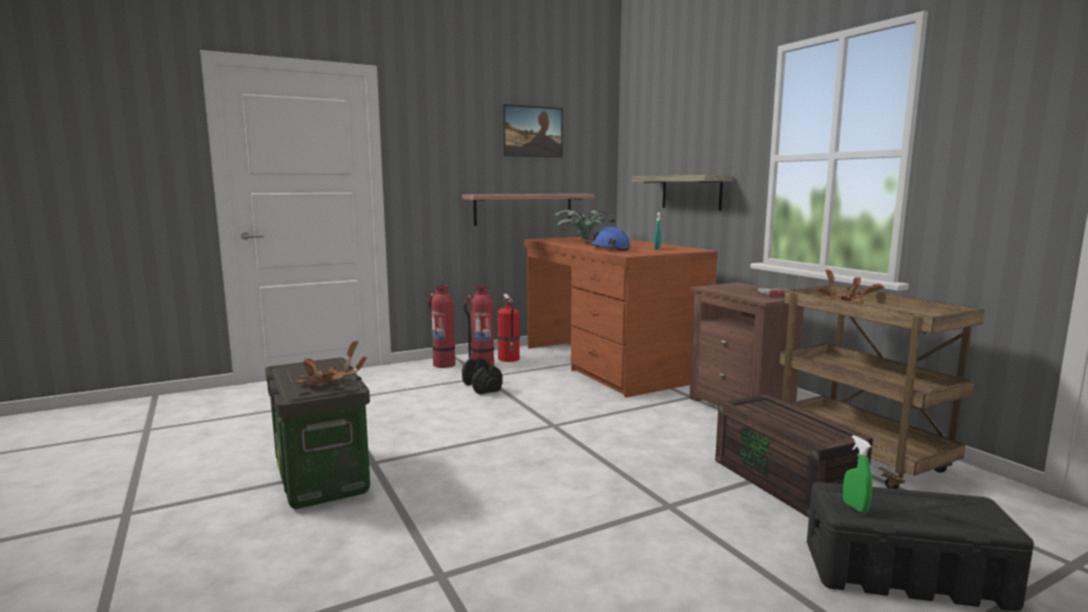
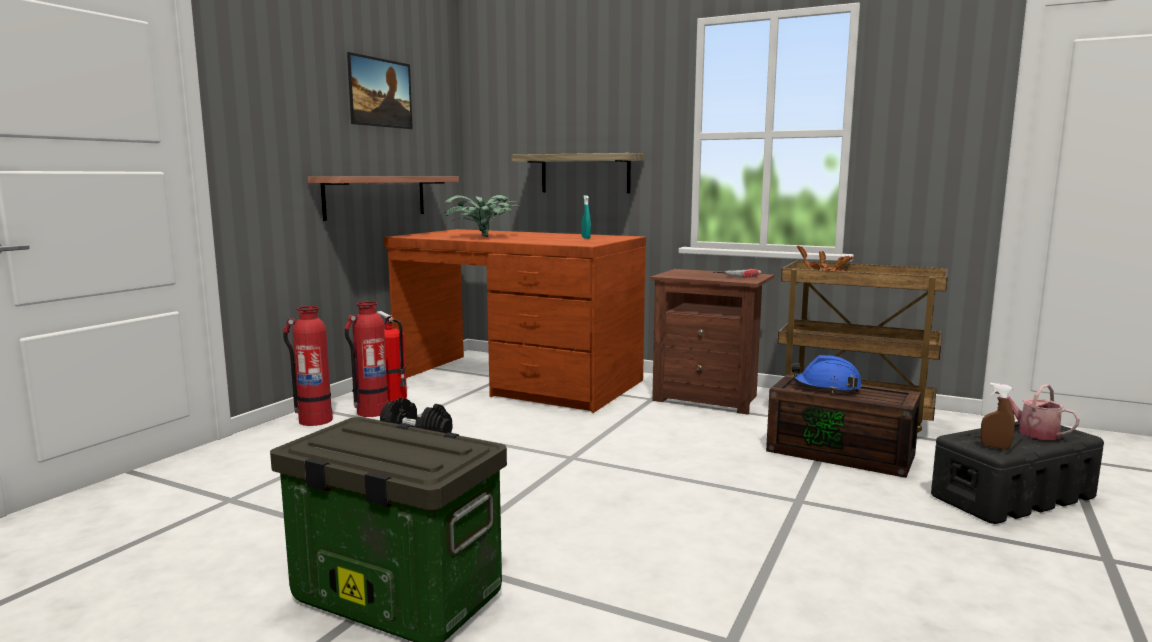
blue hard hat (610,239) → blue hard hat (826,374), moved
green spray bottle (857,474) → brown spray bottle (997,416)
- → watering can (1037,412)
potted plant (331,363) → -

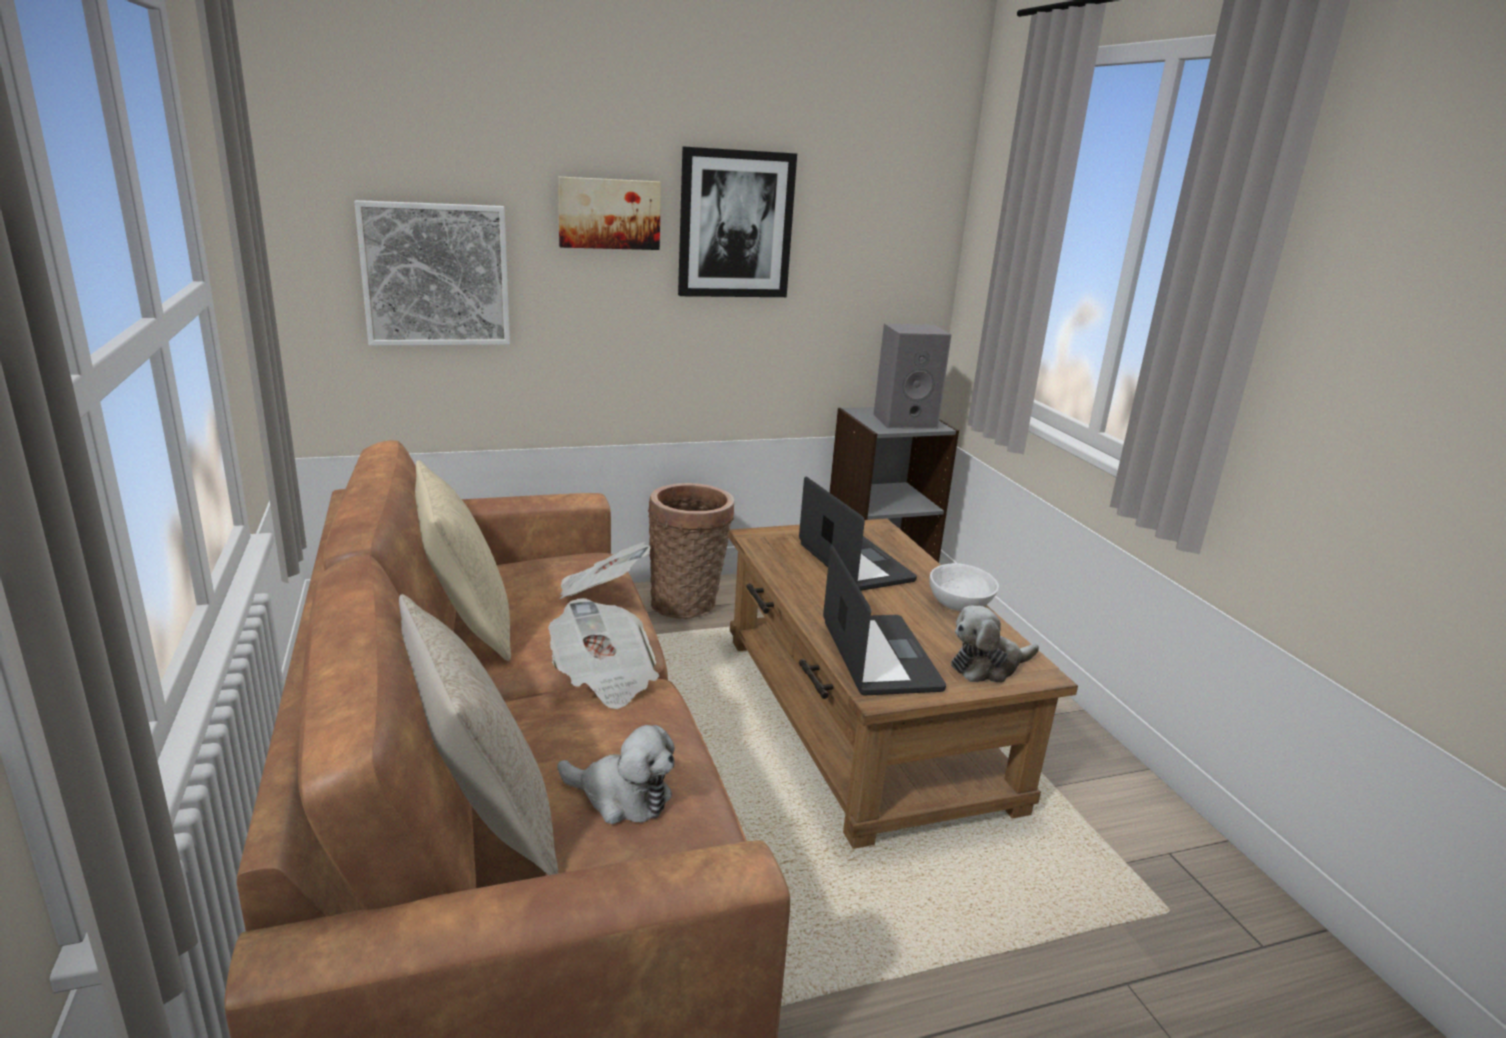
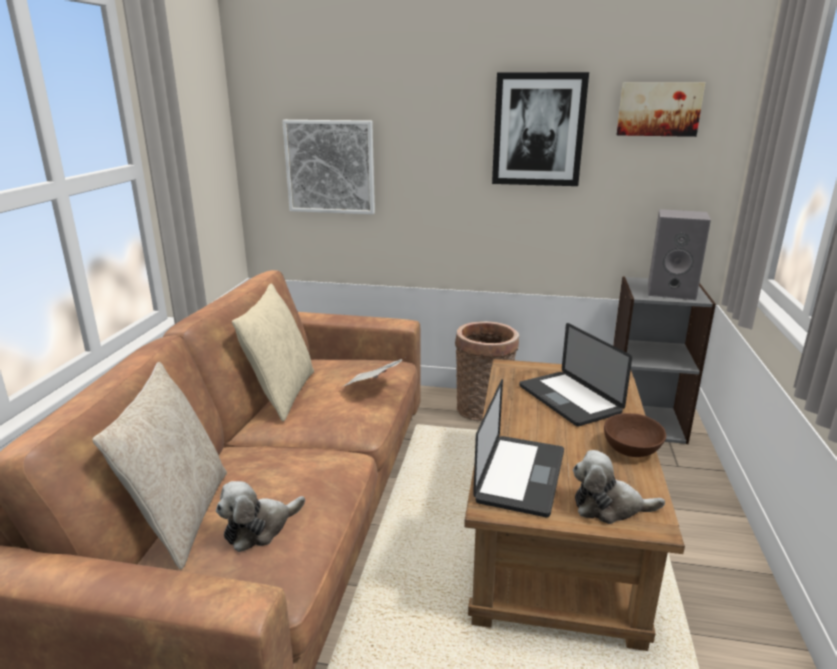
plush toy (616,774) → plush toy (260,516), 90 degrees clockwise
laptop (858,534) → laptop (575,374), 150 degrees clockwise
white bowl (964,587) → brown bowl (635,435)
picture (609,213) → picture (660,109), moved
newspaper (603,653) → -

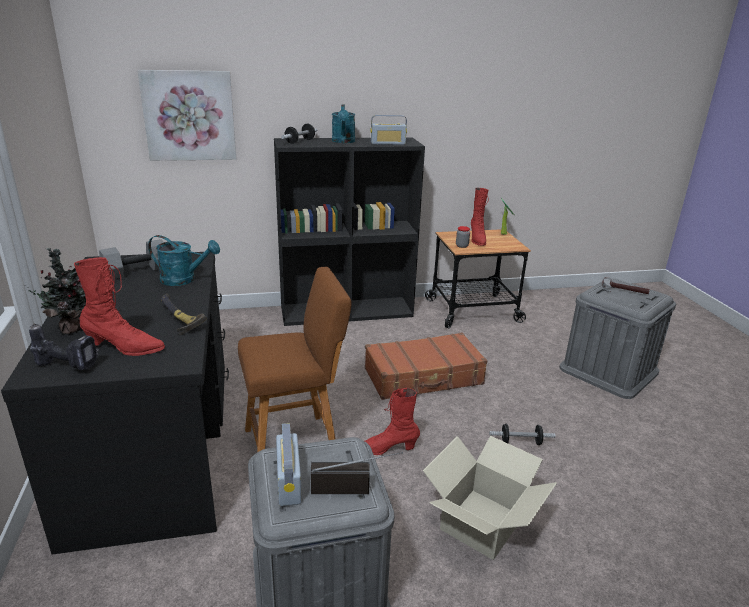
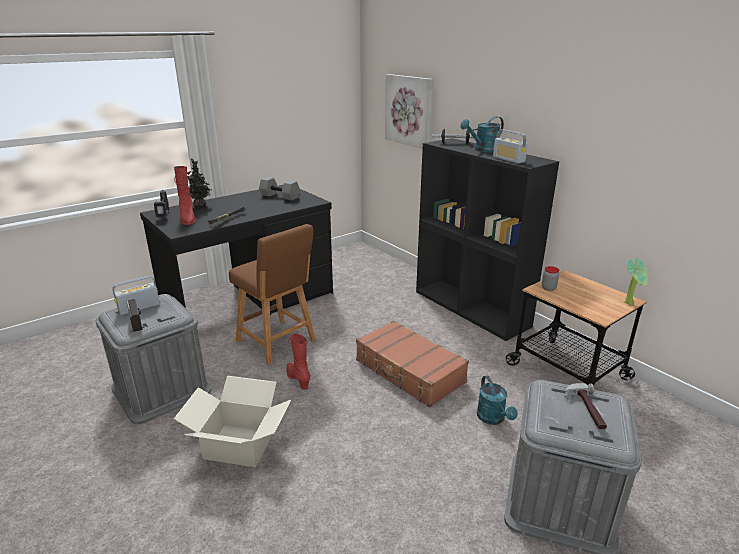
turquoise watering can (184,260) → turquoise watering can (497,400), moved
red boot (480,217) → -
dumbbell (522,434) → -

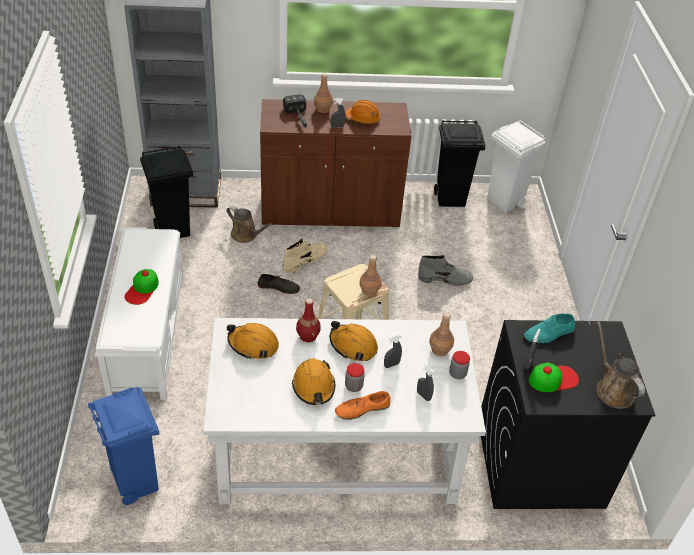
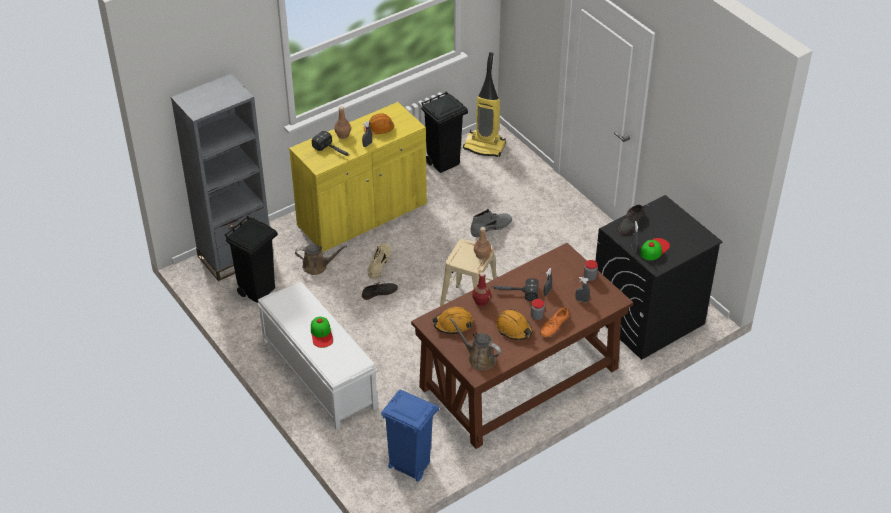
brown cabinet (335,163) → yellow cabinet (358,177)
white desk (344,411) → brown desk (522,346)
brown watering can (621,365) → brown watering can (475,343), moved
white trash can (516,166) → vacuum cleaner (484,104)
orange hard hat (354,341) → hammer (515,289)
turquoise shoe (549,328) → grey shoe (631,219)
brown bottle (441,334) → -

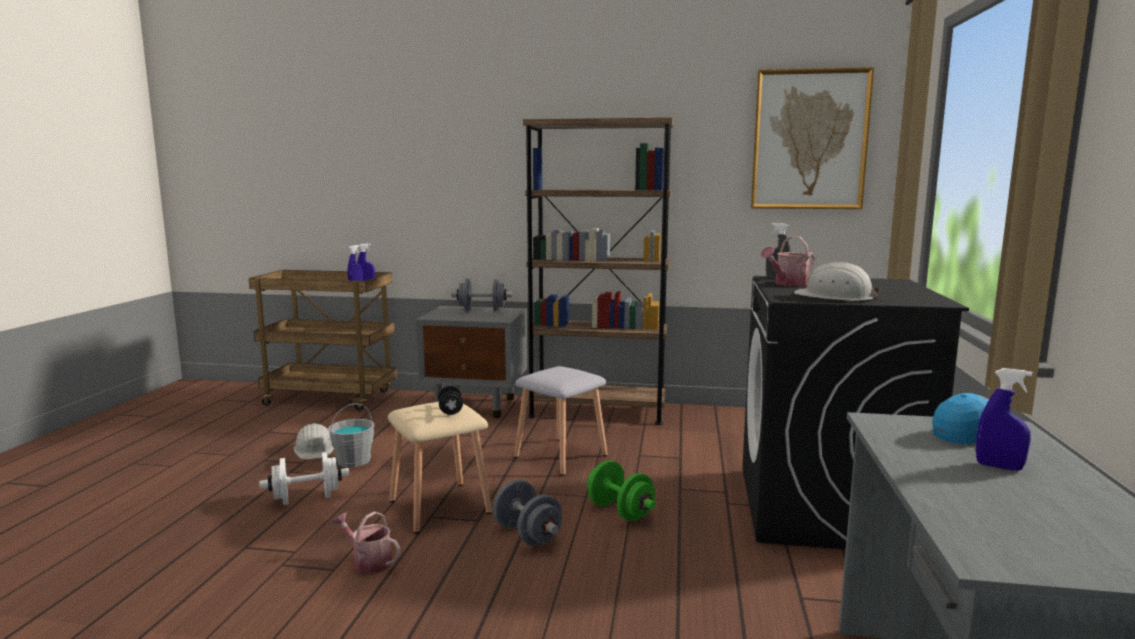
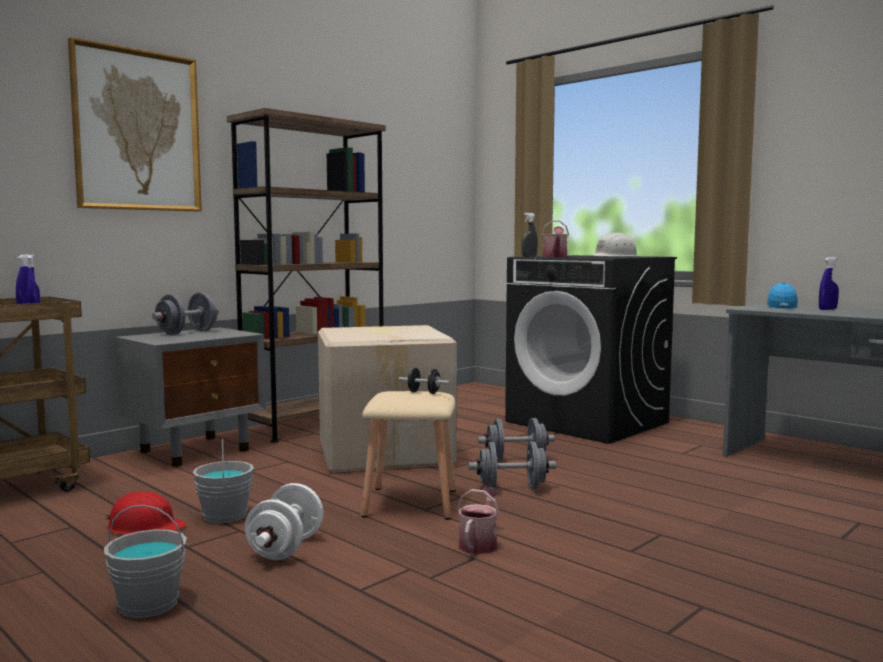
picture (812,138) → picture (135,124), moved
- → grey bucket (145,561)
white hard hat (314,441) → red hard hat (146,513)
grey stool (560,421) → cardboard box (387,399)
watering can (366,542) → watering can (478,520), 135 degrees clockwise
green dumbbell (621,490) → grey dumbbell (516,439)

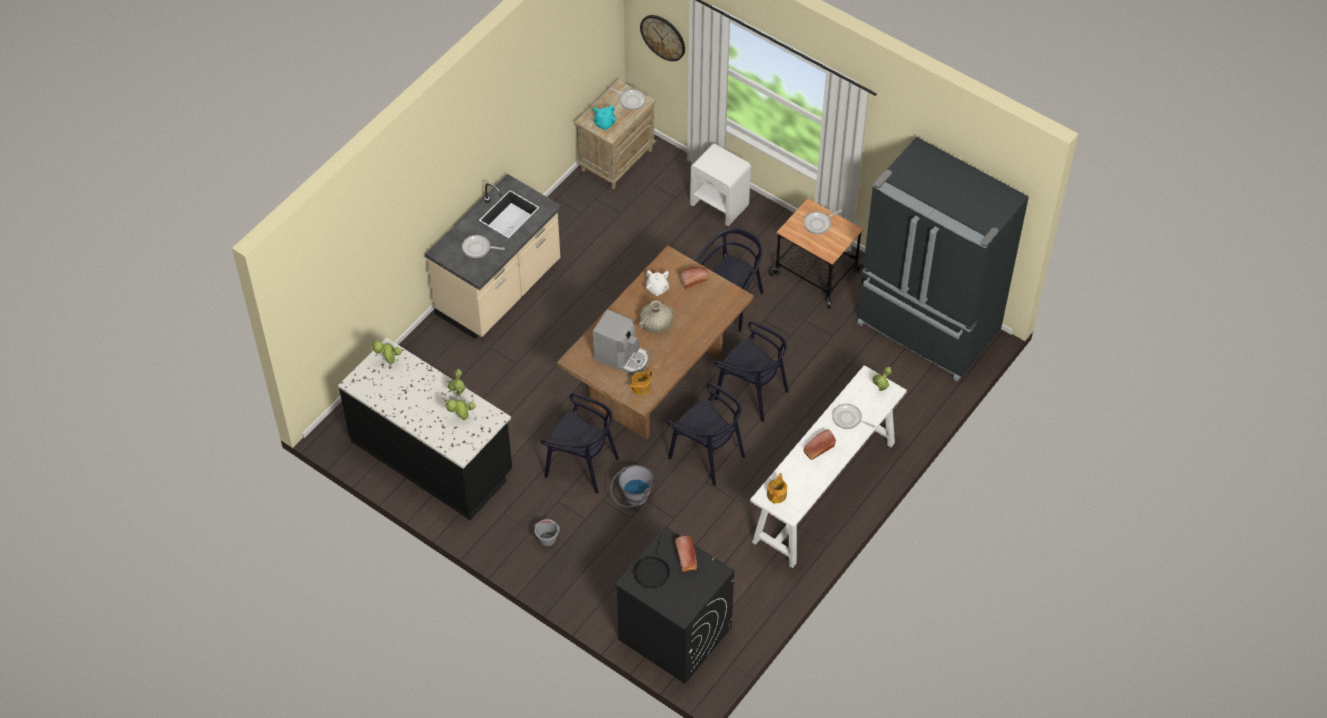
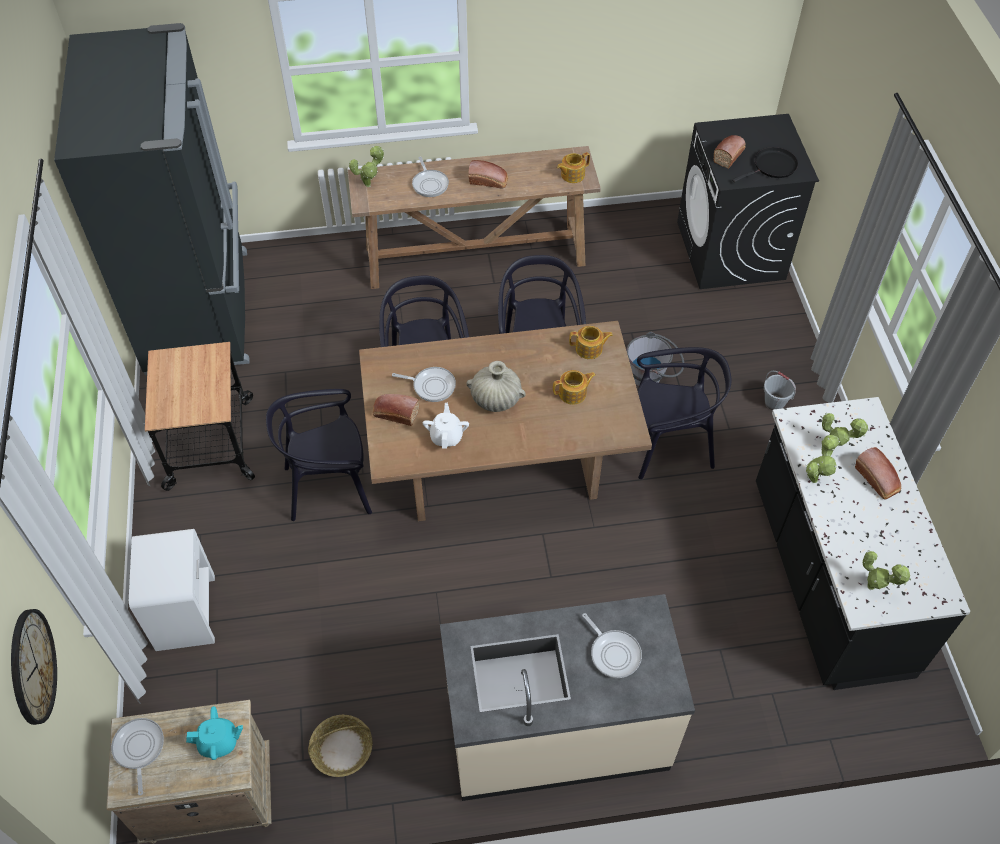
- → basket (340,746)
white console table (828,466) → brown console table (474,217)
frying pan (823,222) → frying pan (424,384), moved
coffee machine (620,342) → teapot (574,387)
black chair (580,443) → black chair (684,413), 105 degrees clockwise
- → bread (878,473)

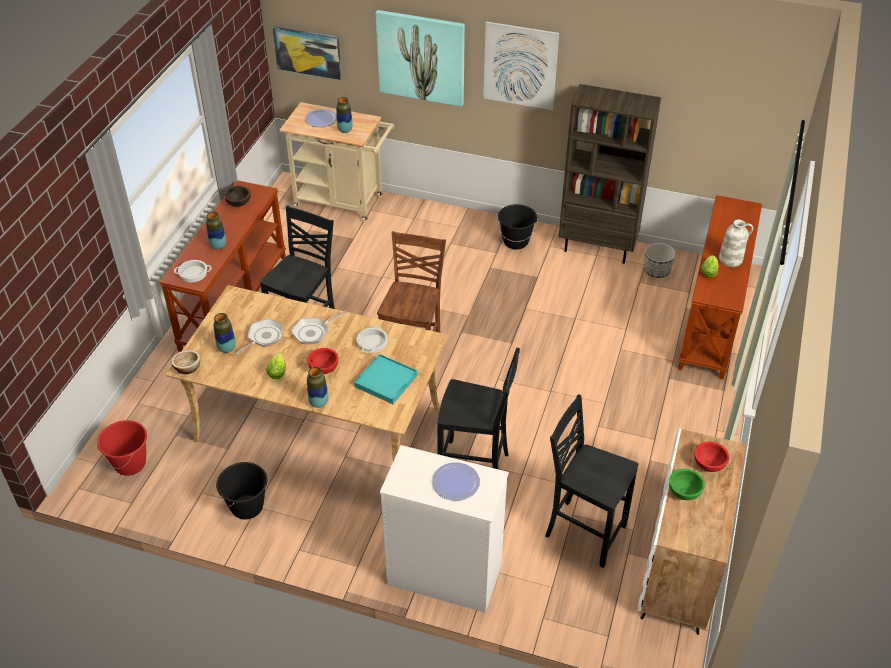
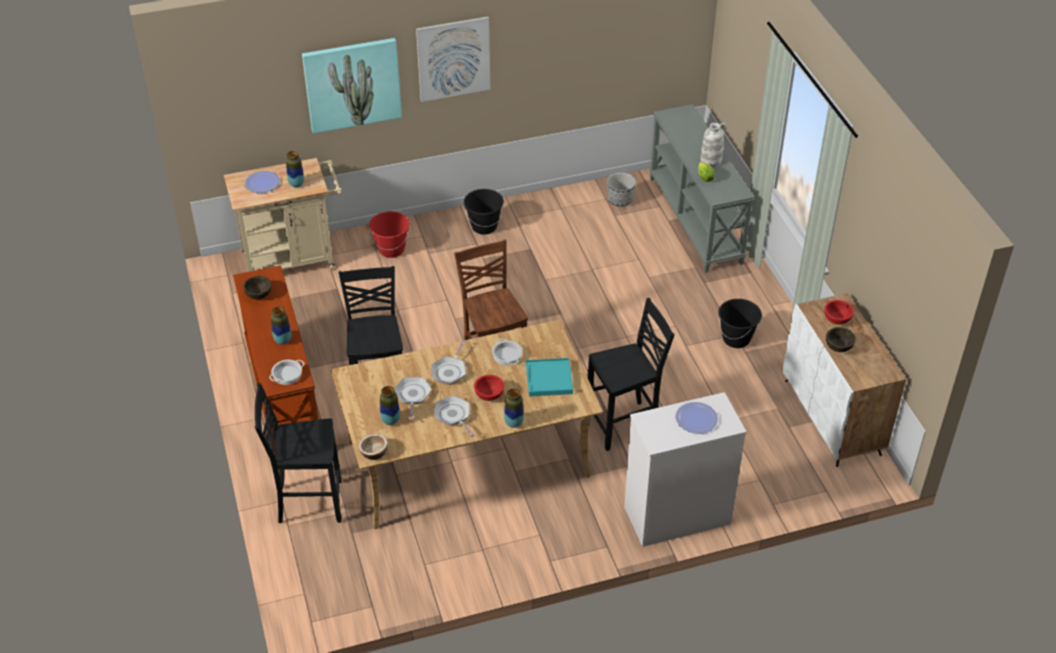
black chair (591,481) → black chair (298,453), moved
red bucket (122,448) → red bucket (389,234), moved
lettuce (276,365) → frying pan (454,416)
brown console table (720,287) → grey console table (702,188)
black bucket (241,490) → black bucket (740,323), moved
green bowl (687,484) → brown bowl (841,339)
picture (307,53) → -
brown bookcase (610,174) → -

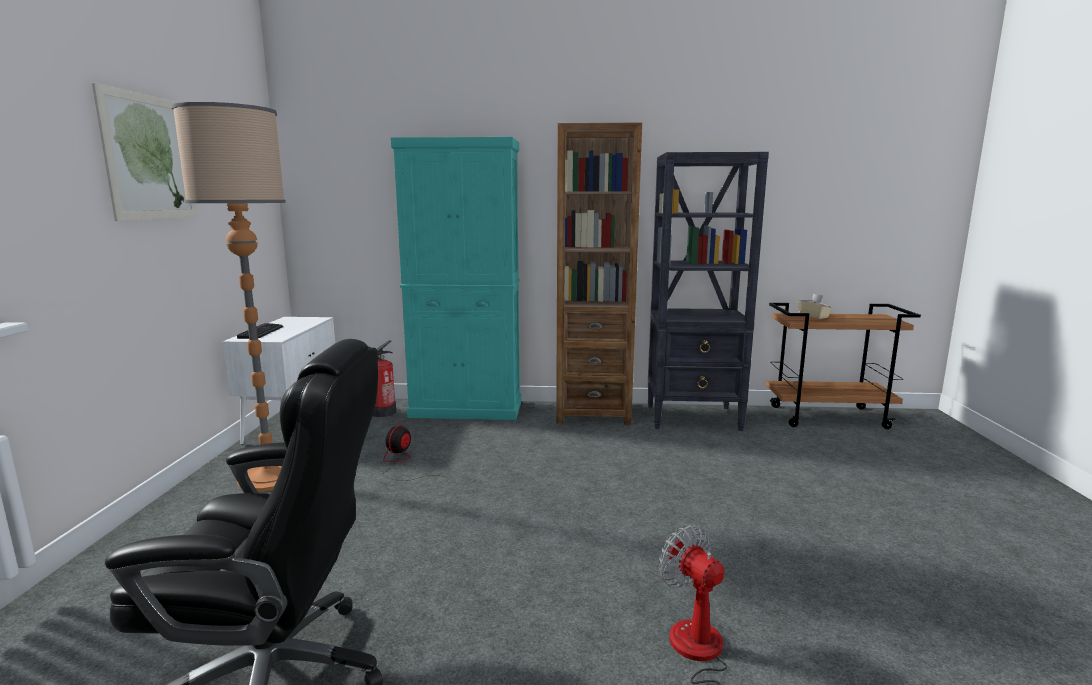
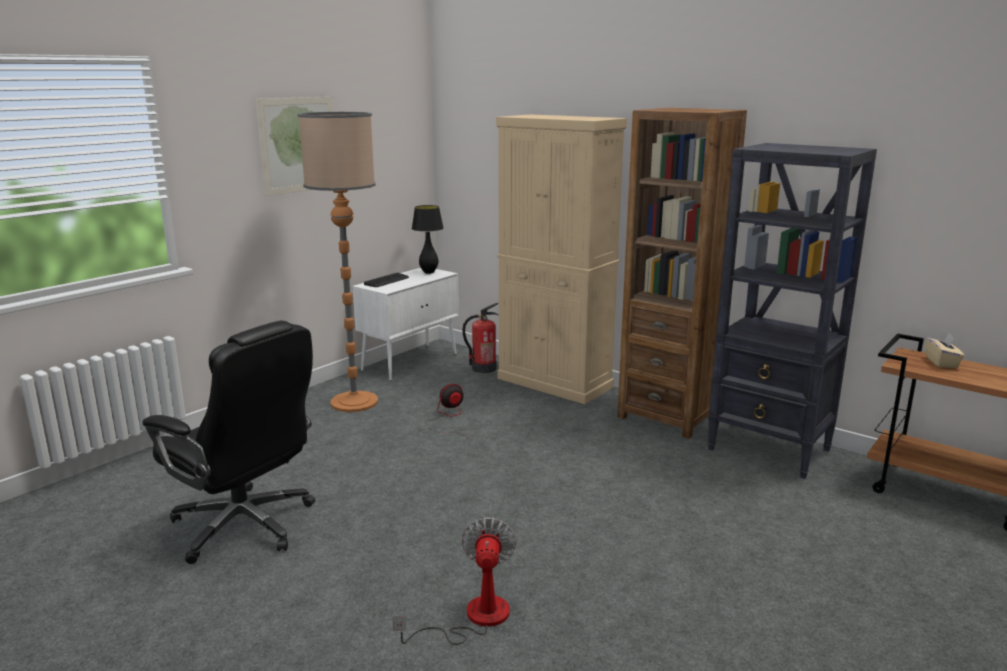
- → black table lamp (428,239)
turquoise cabinet (456,278) → beige cabinet (561,259)

